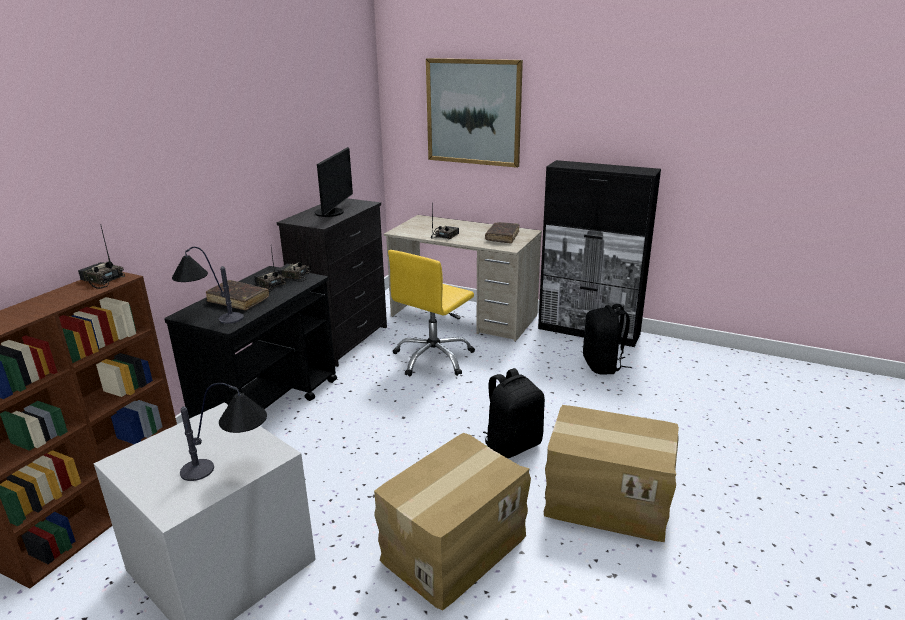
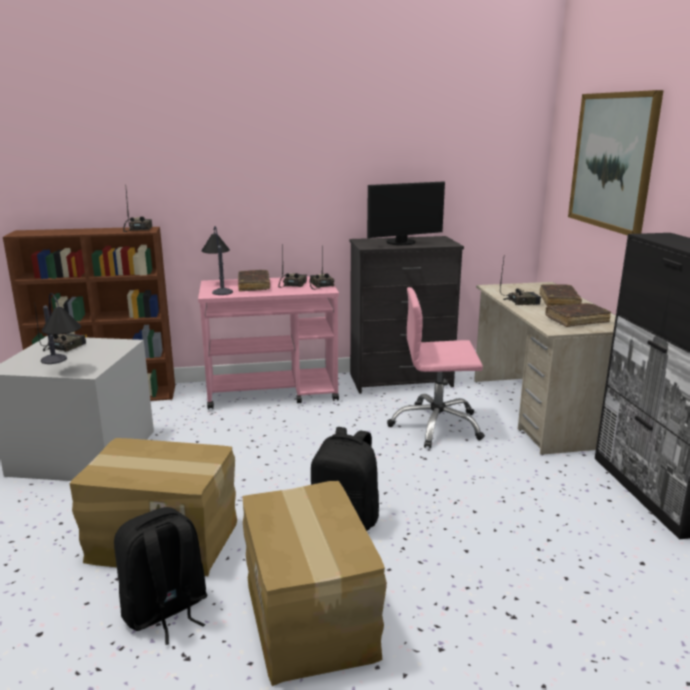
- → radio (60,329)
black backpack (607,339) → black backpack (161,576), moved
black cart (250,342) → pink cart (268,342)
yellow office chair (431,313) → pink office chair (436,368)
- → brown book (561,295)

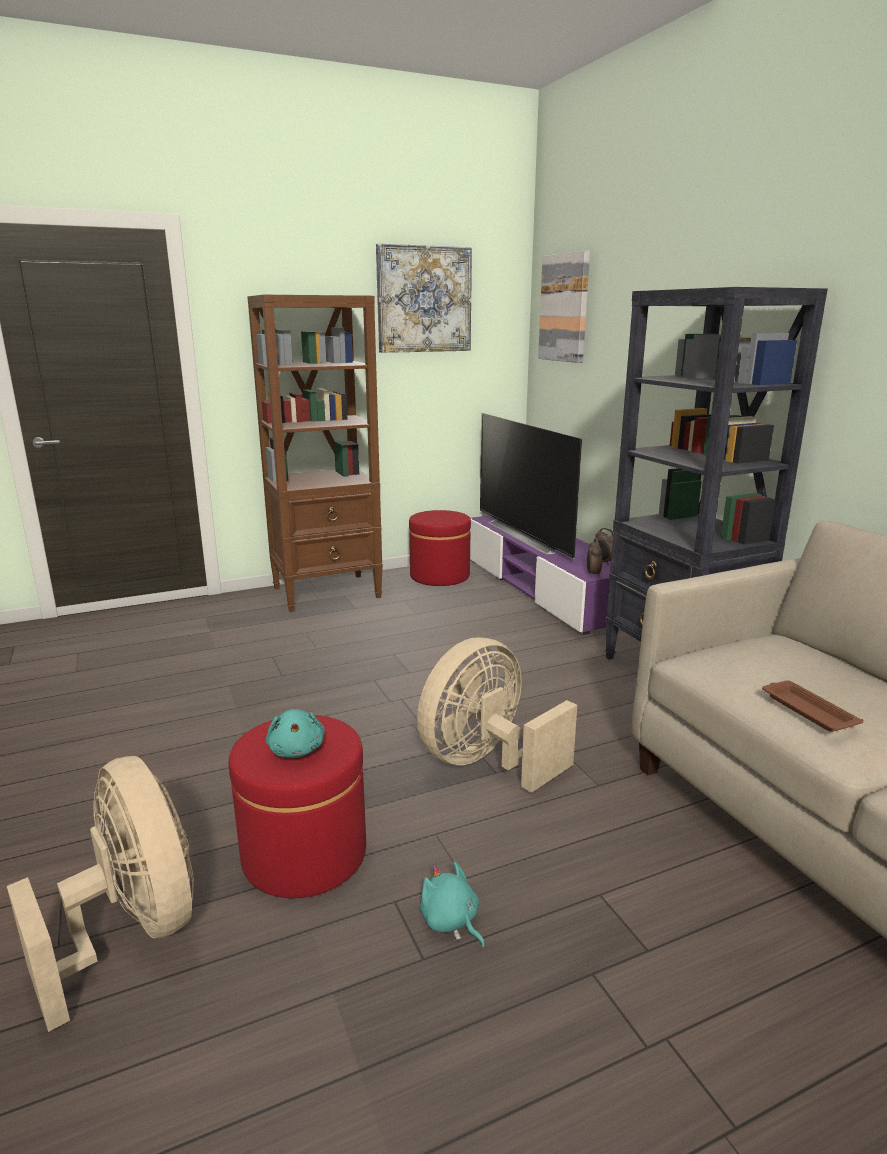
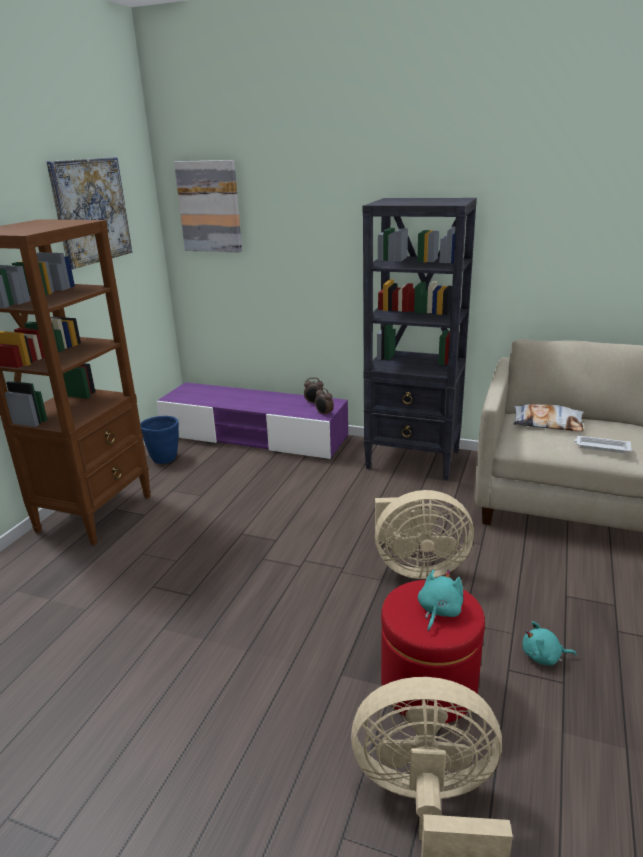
red ottoman (440,548) → blue planter (159,440)
beige fan (497,715) → beige fan (424,534), 90 degrees counterclockwise
turquoise plush toy (295,733) → turquoise plush toy (440,600), 90 degrees counterclockwise
- → pillow (548,417)
brown tray (812,706) → white tray (603,444)
television (531,486) → -

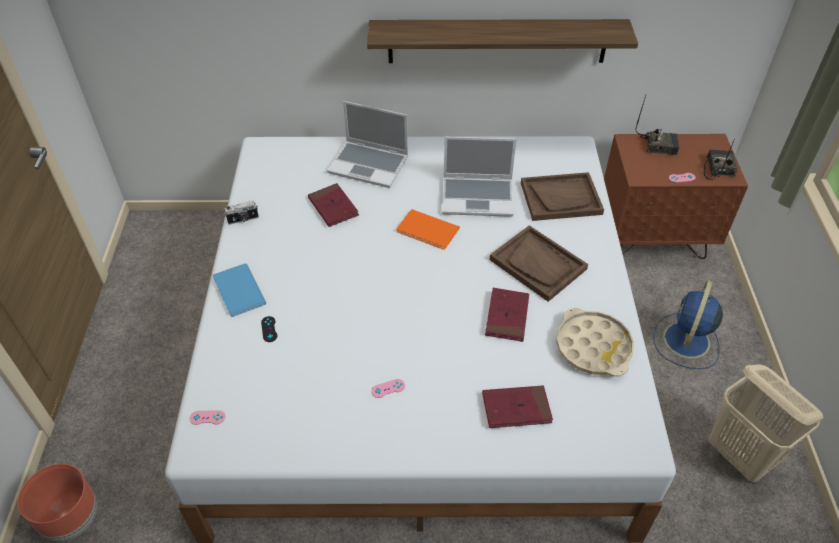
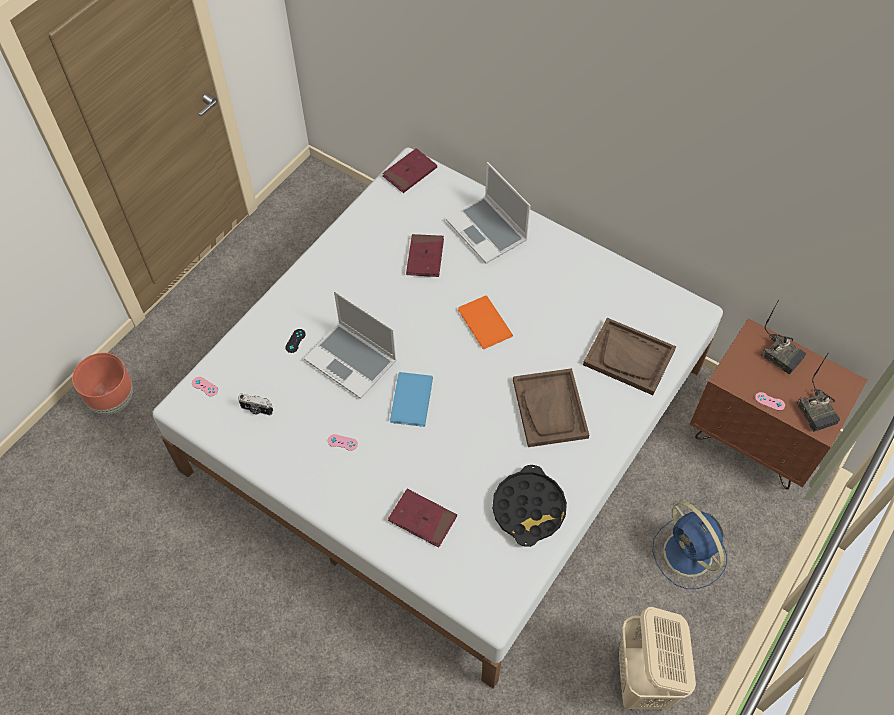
photo camera (241,213) → photo camera (255,404), moved
laptop (479,177) → laptop (350,345), moved
red book (507,315) → red book (409,170), moved
blue book (239,290) → blue book (411,399), moved
beige tray (595,342) → black tray (529,506)
blue fan (688,324) → blue fan (689,545), 90 degrees counterclockwise
radio (721,159) → radio (818,392), 120 degrees clockwise
shelf (502,41) → -

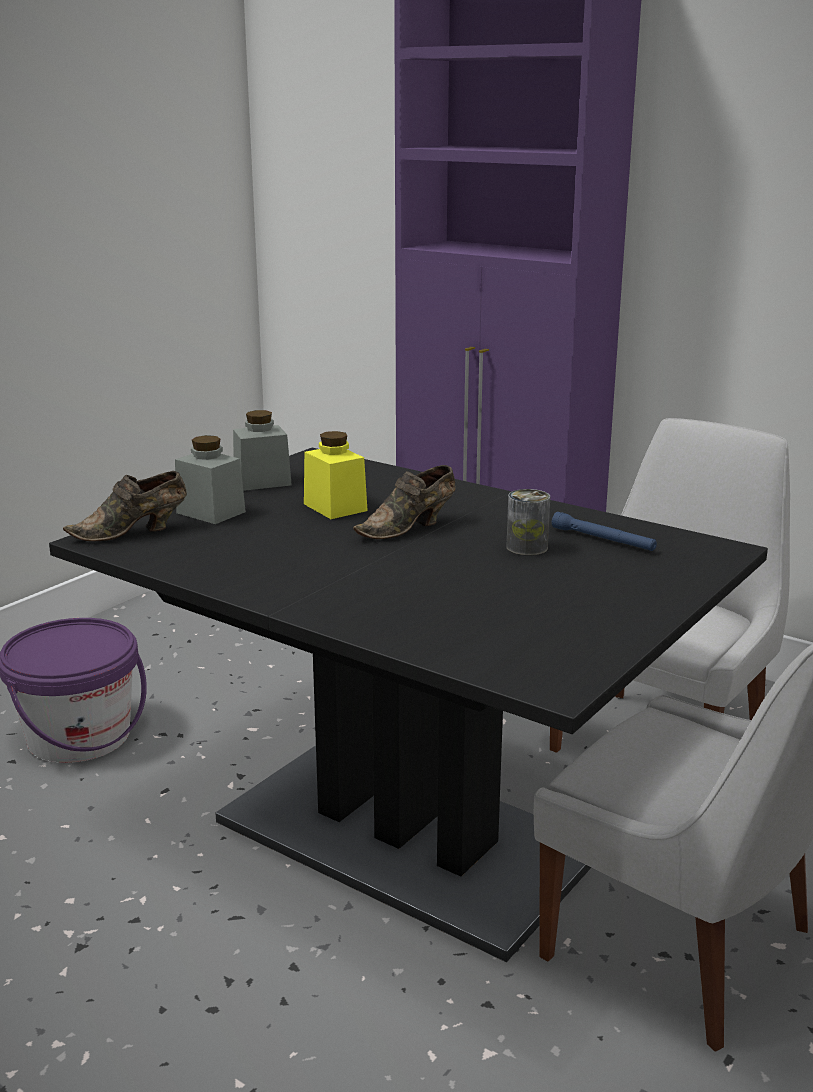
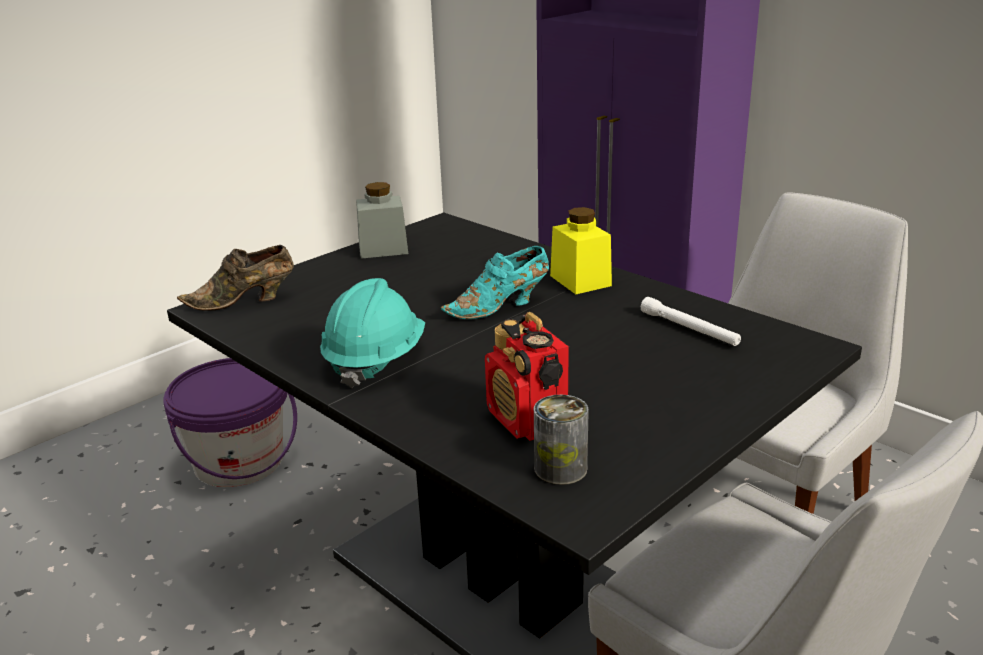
- → turquoise hard hat (372,333)
brown shoe (404,502) → turquoise shoe (495,282)
- → radio (527,376)
can (528,522) → can (561,440), moved
yellow jar (336,475) → yellow jar (581,250), moved
blue flashlight (604,531) → white flashlight (691,321)
grey jar (210,479) → -

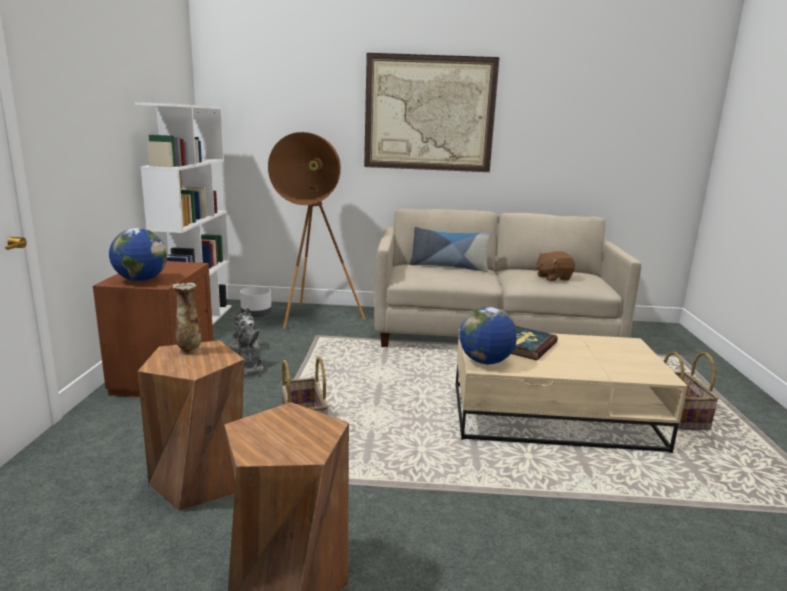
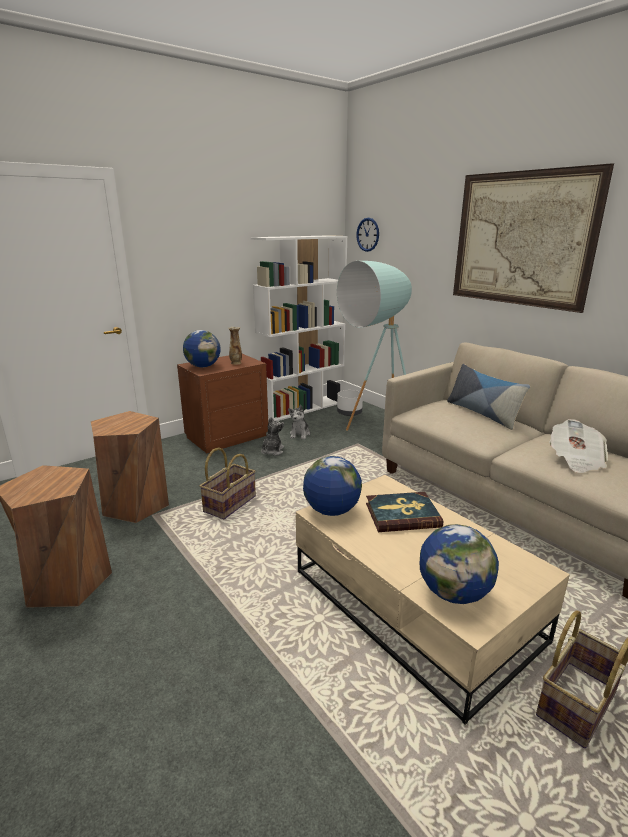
vase (187,319) → vase (235,346), moved
brown floor lamp (317,230) → turquoise floor lamp (374,346)
- → wall clock (367,235)
- → globe (459,564)
brown plush toy (555,266) → newspaper (578,446)

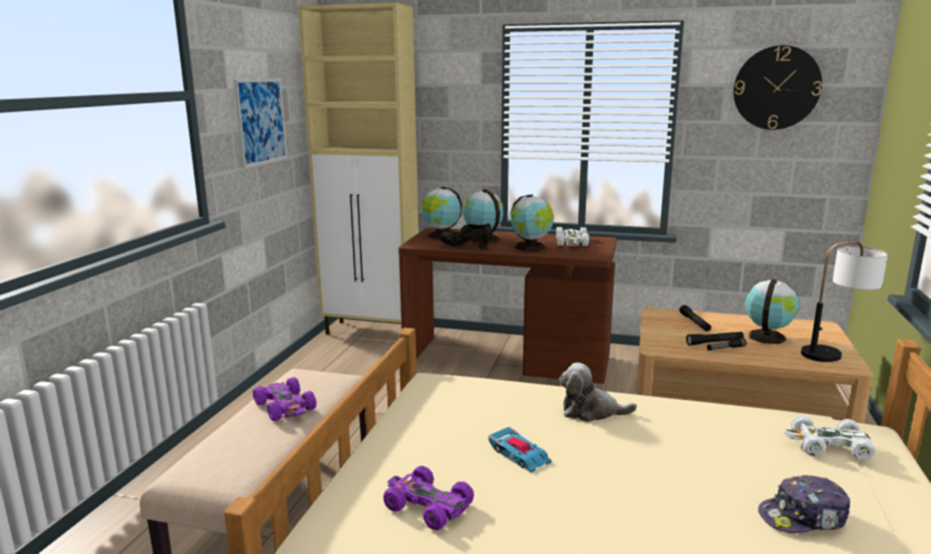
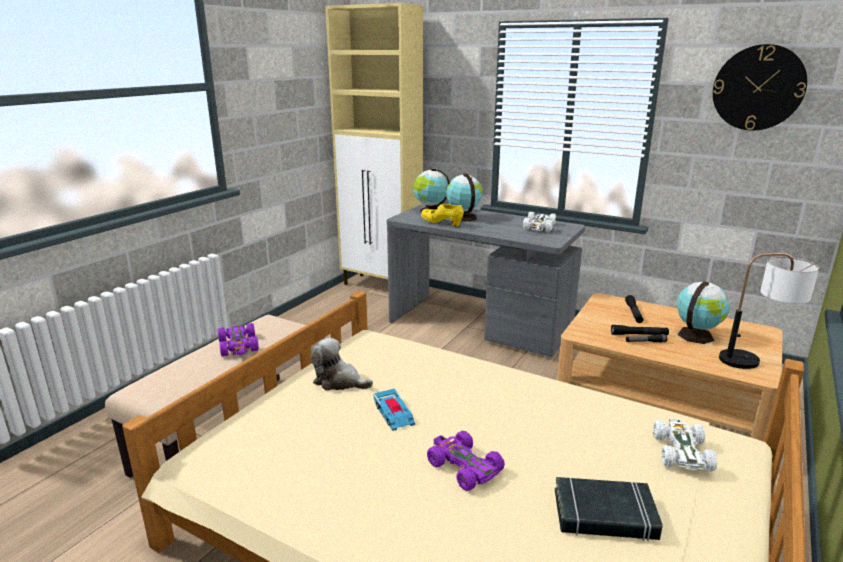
plush toy (598,392) → plush toy (341,364), moved
brown desk (507,306) → grey desk (486,280)
black shoe (465,236) → yellow shoe (442,215)
purple toy car (428,498) → purple toy car (466,461), moved
cap (804,504) → black book (609,509)
white toy car (830,438) → white toy car (685,445), 75 degrees clockwise
picture (260,123) → -
globe (532,223) → -

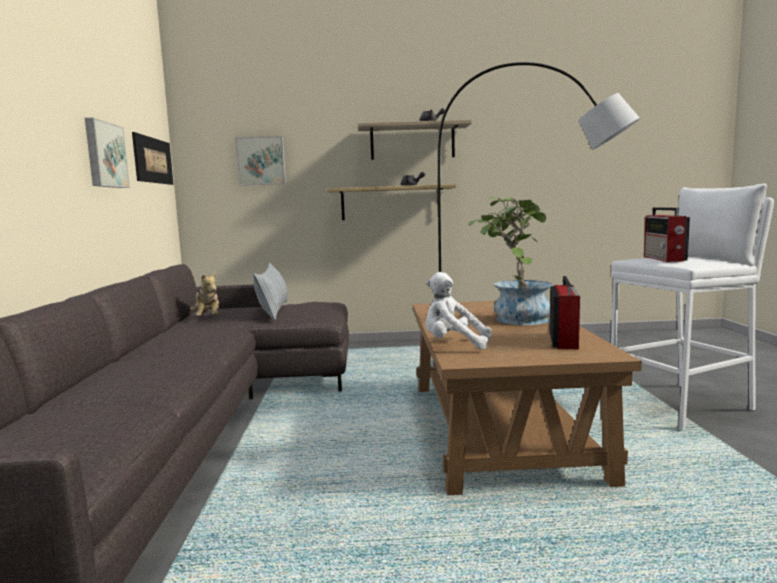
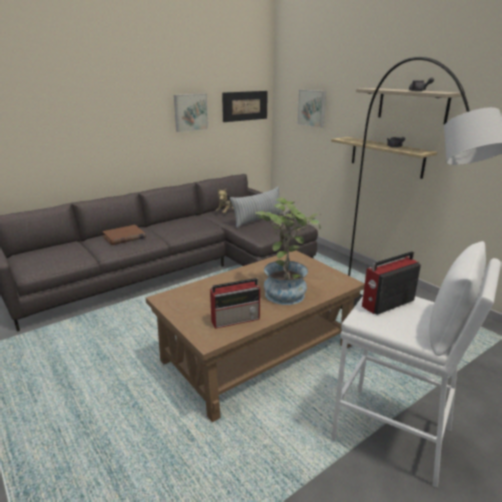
- → brown book (123,235)
white plush toy (458,311) → -

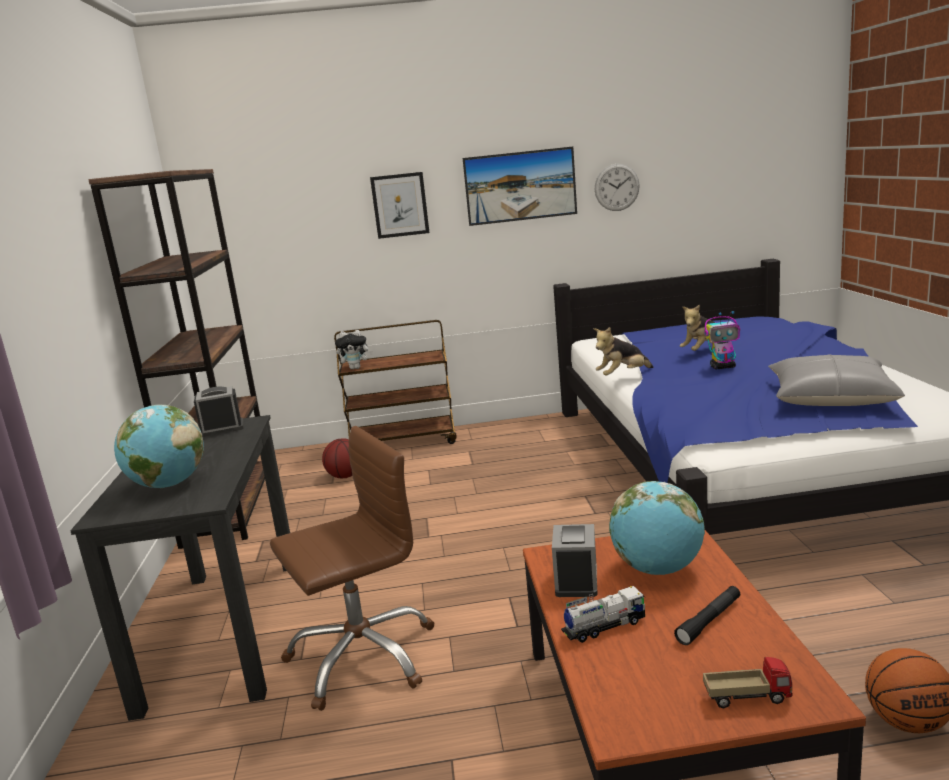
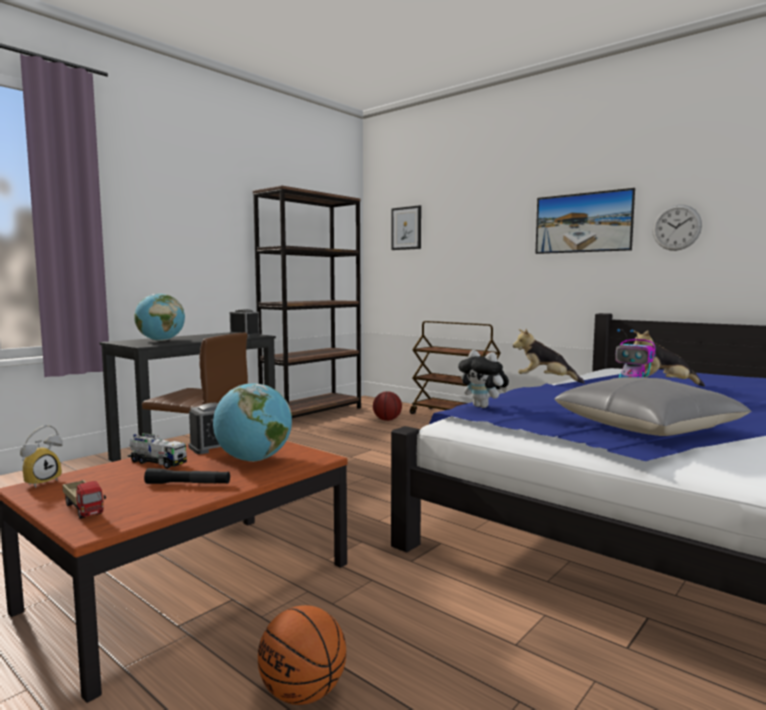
- → alarm clock (41,456)
picture (399,205) → picture (406,227), moved
plush toy (354,349) → plush toy (483,379), moved

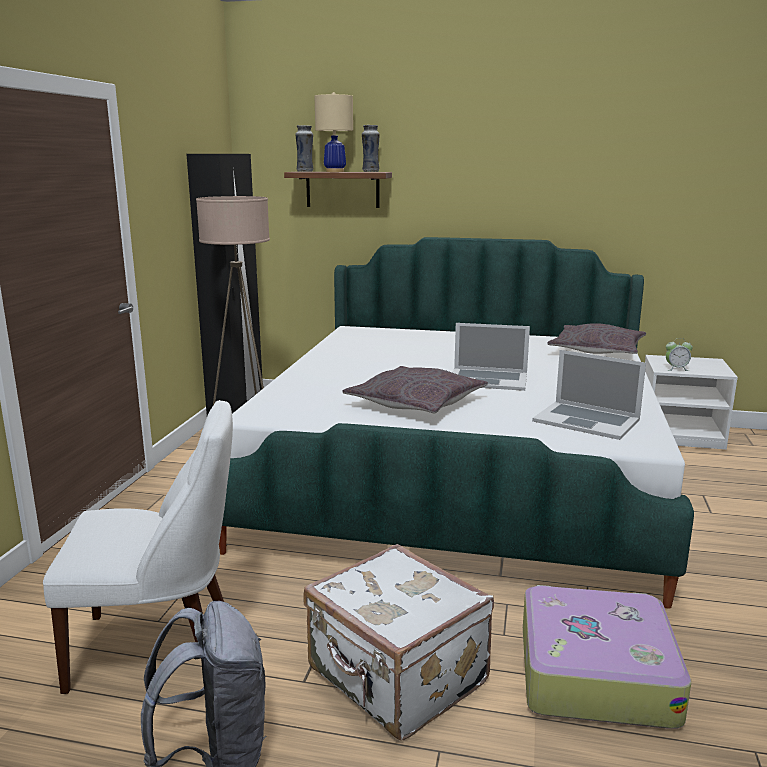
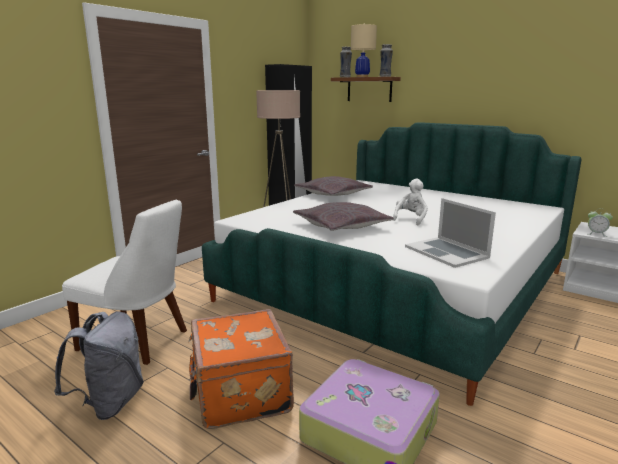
white suitcase (399,642) → orange suitcase (241,369)
grey pillow (596,338) → grey pillow (333,186), moved
laptop (491,357) → white plush toy (410,201)

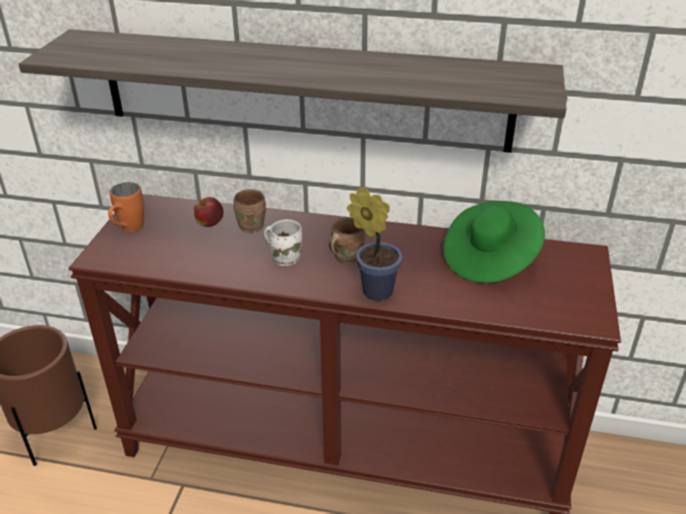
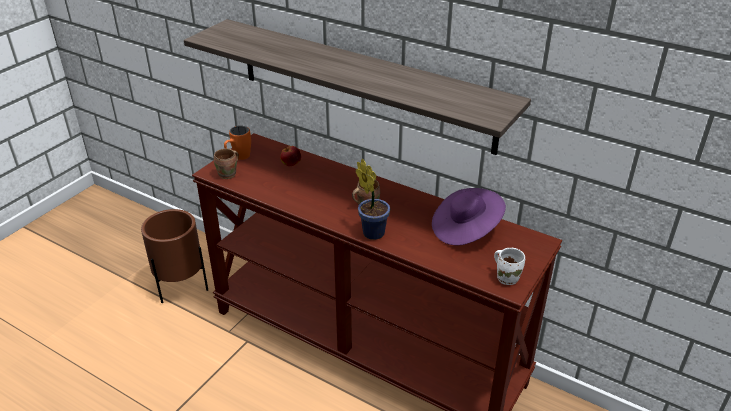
brown mug (249,211) → brown mug (226,163), moved
green hat (494,242) → purple hat (469,216)
white mug (283,242) → white mug (509,266), moved

